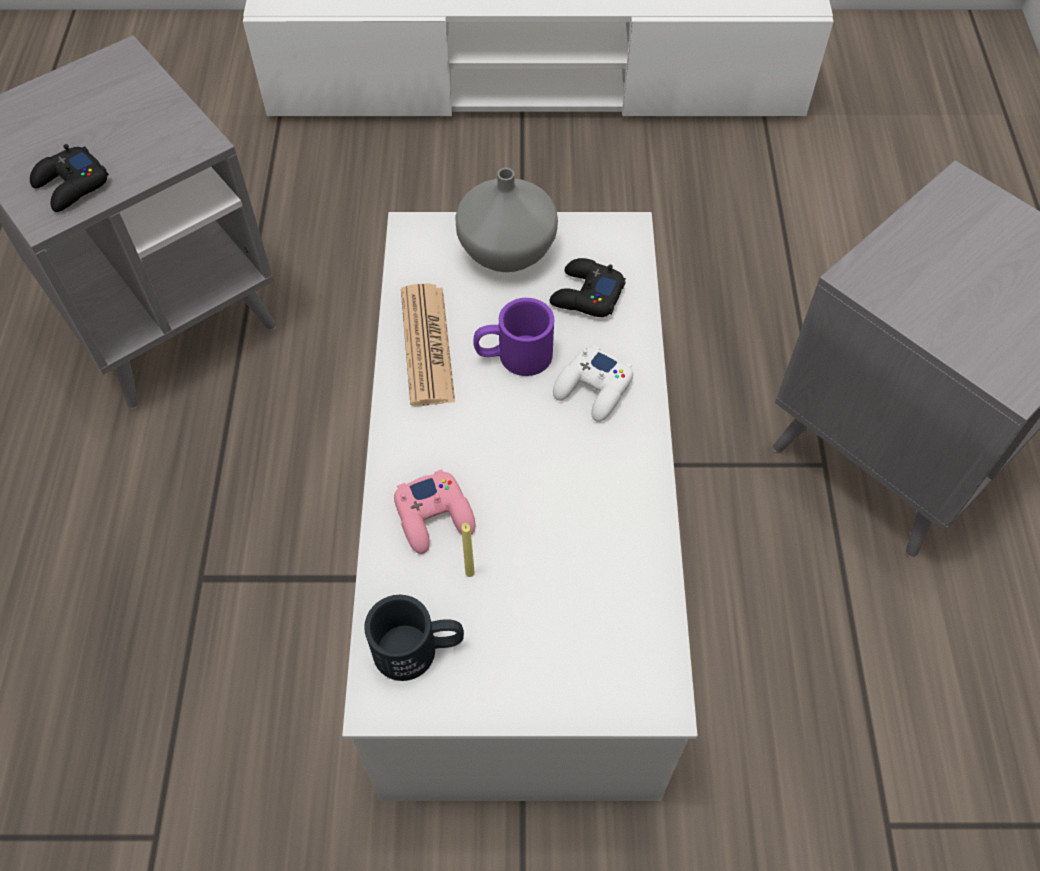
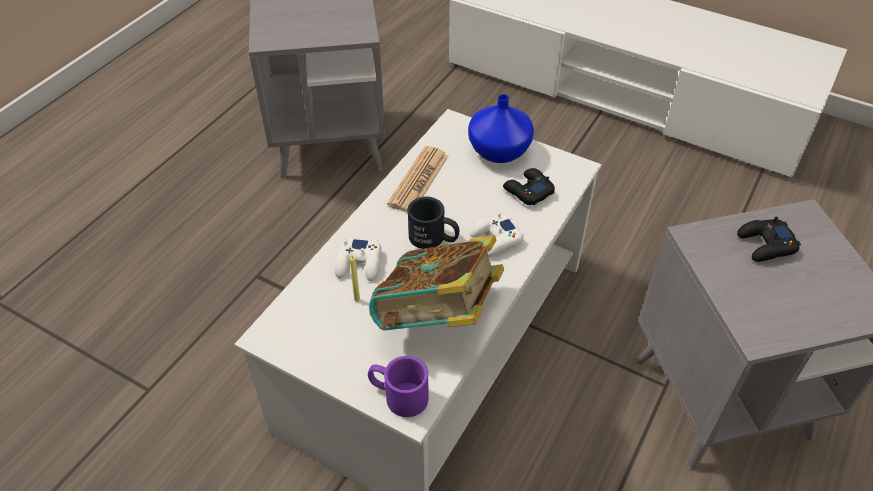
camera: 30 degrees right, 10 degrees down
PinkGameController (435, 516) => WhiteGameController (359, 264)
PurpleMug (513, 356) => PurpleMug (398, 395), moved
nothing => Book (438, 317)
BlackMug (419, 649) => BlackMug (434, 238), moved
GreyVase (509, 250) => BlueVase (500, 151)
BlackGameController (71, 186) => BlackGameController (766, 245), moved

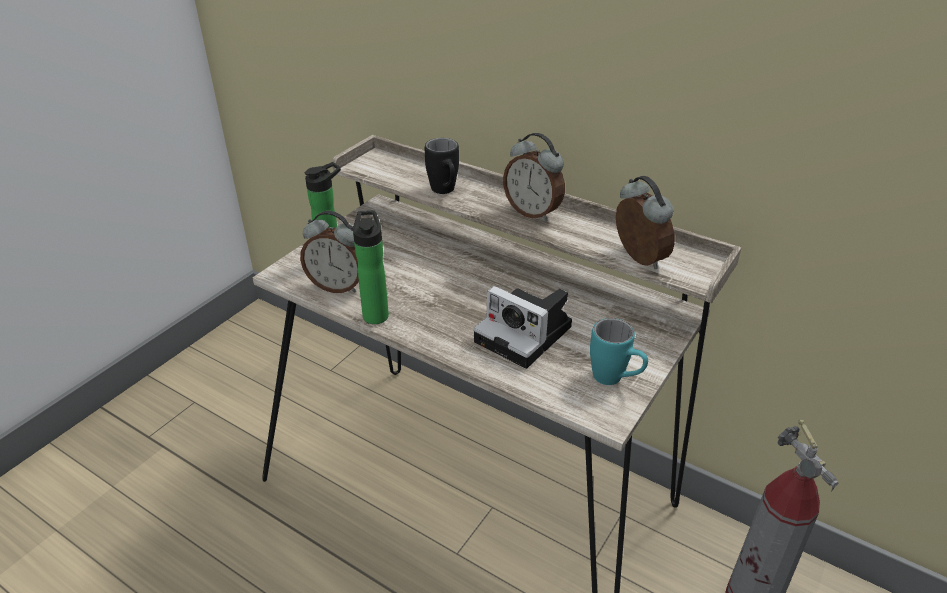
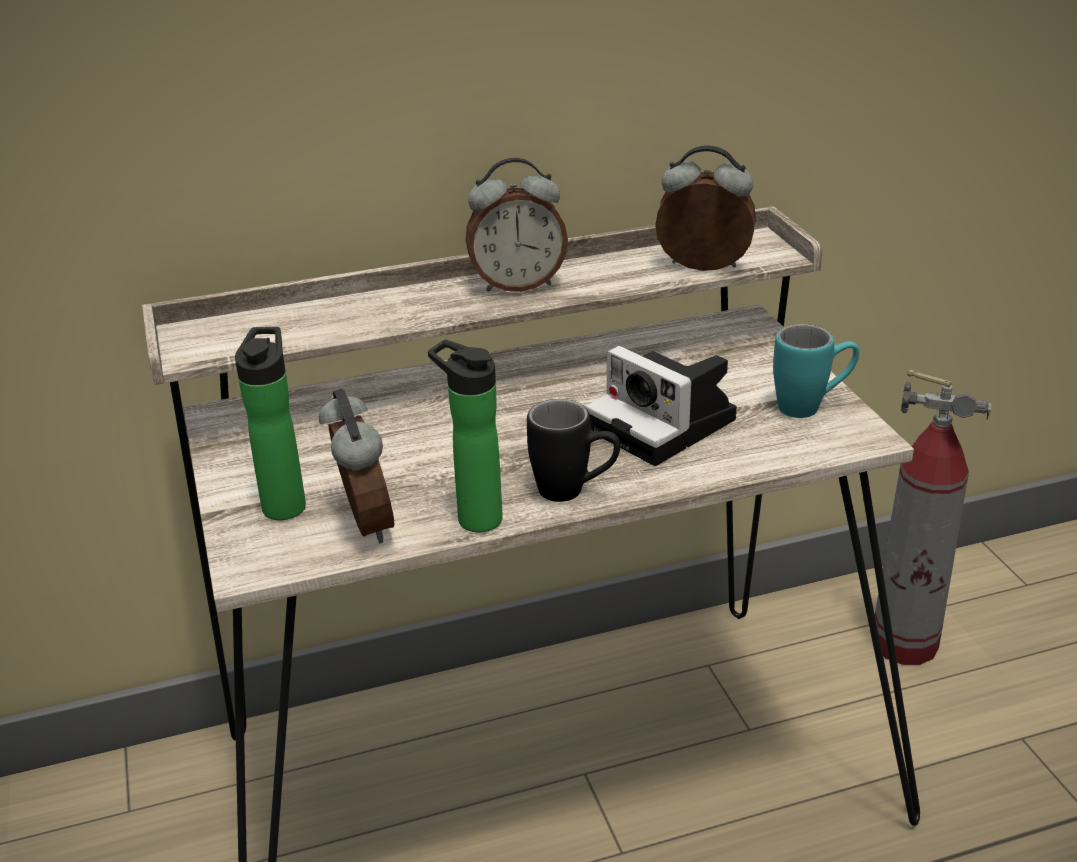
camera: 50 degrees left, 5 degrees down
AlarmClock (338, 286) => AlarmClock (363, 525), 75 degrees counterclockwise
BlackMug (445, 192) => BlackMug (574, 492), moved
PhotoCamera (527, 335) => PhotoCamera (666, 425), 60 degrees clockwise

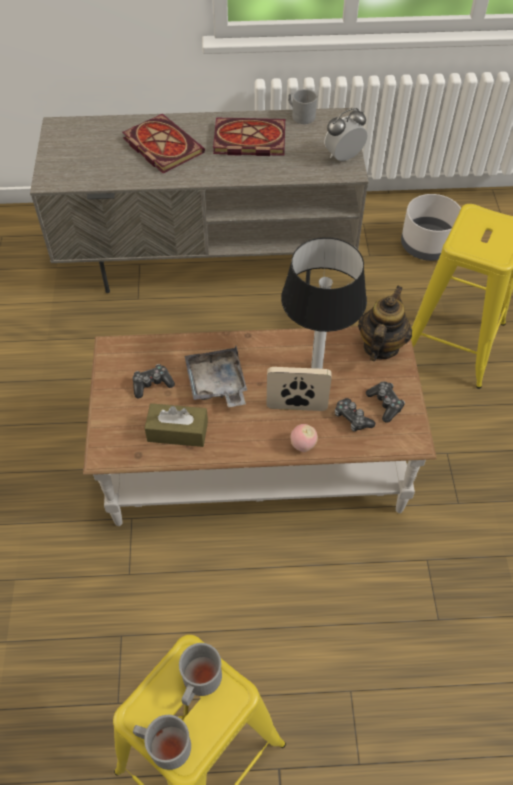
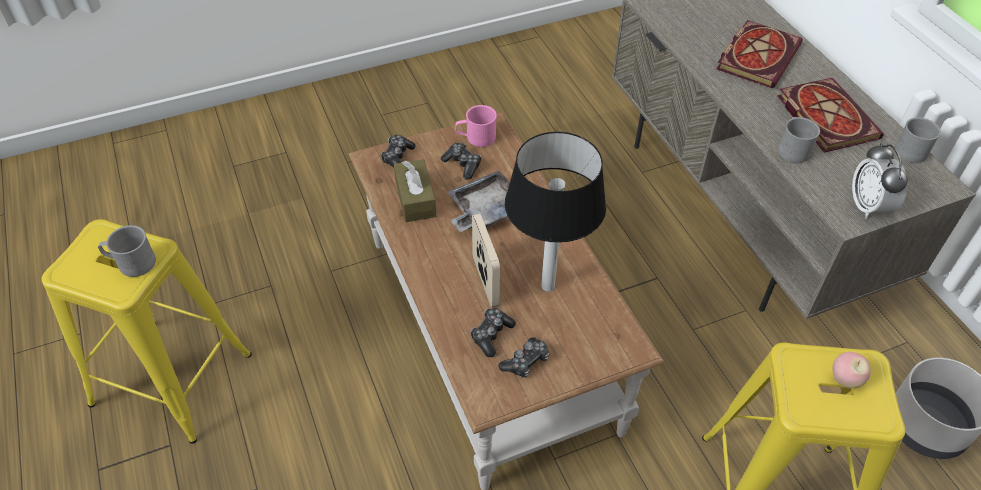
camera: 70 degrees right, 5 degrees down
nothing => GameController (397, 157)
nothing => PinkMug (476, 138)
GreyMug (163, 744) => GreyMug (792, 148), moved
Apple (303, 445) => Apple (844, 380), moved
AlarmClock (343, 157) => AlarmClock (868, 206), 135 degrees counterclockwise
Teapot (380, 346) => nothing

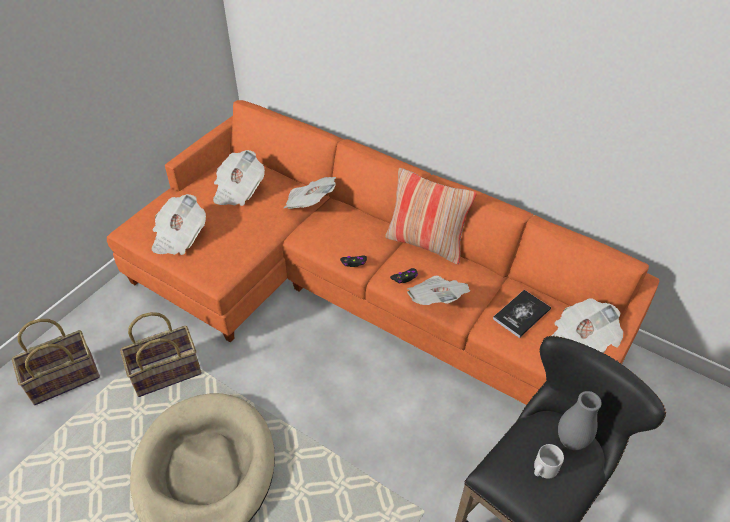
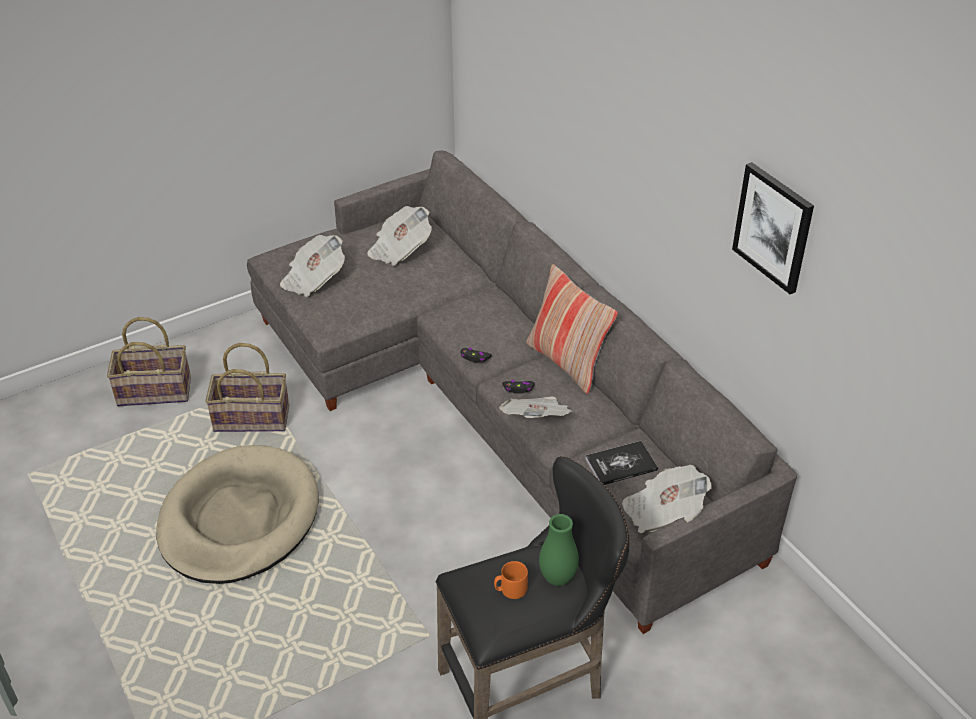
camera: 25 degrees right, 5 degrees down
OrangeSofa (356, 287) => GreySofa (496, 400)
GreyMug (543, 469) => OrangeMug (510, 590)
GreyVase (571, 441) => GreenVase (557, 578)
nothing => Picture (773, 227)
Newspaper (310, 203) => nothing

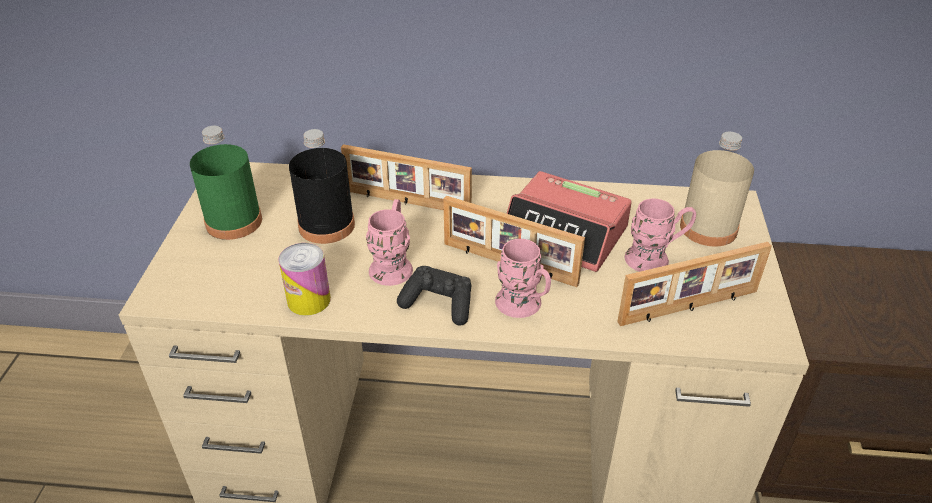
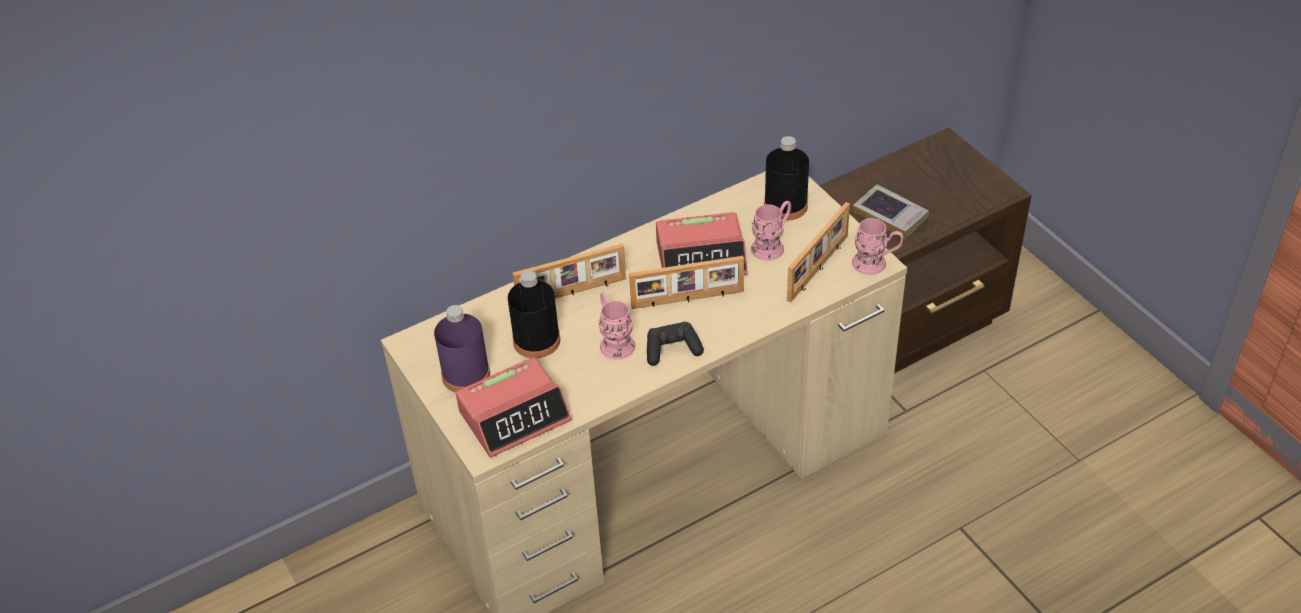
camera: 35 degrees left, 5 degrees up
GreenBottle (234, 222) => PurpleBottle (466, 375)
nothing => AlarmClock (515, 416)
BeigeBottle (708, 228) => BlackBottle (785, 206)
PinkMug (524, 306) => PinkMug (875, 264), moved
nothing => Book (890, 215)
Can (309, 300) => nothing

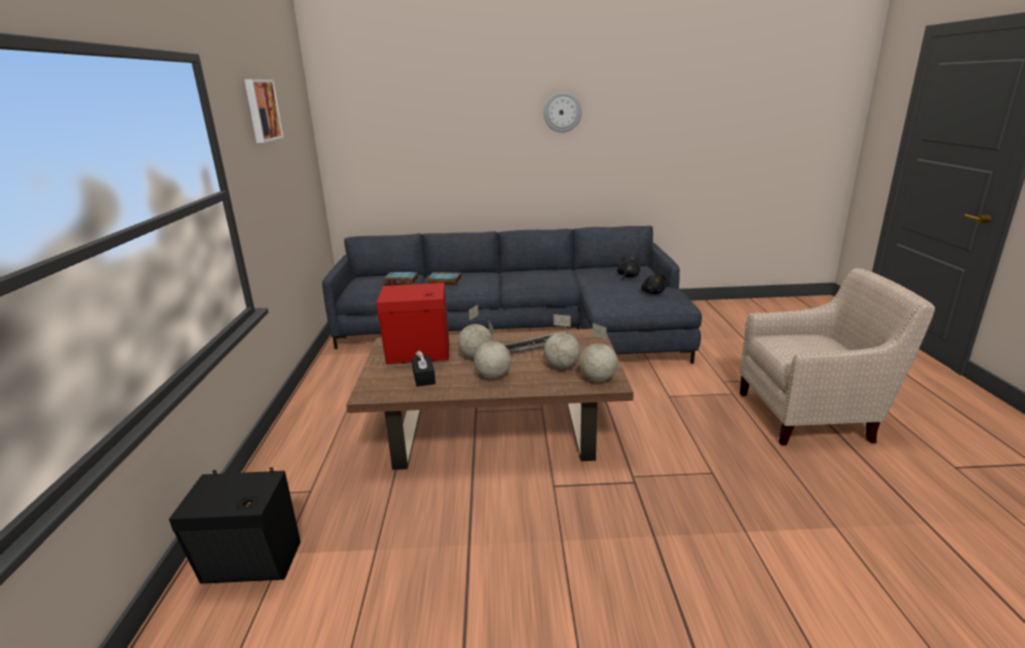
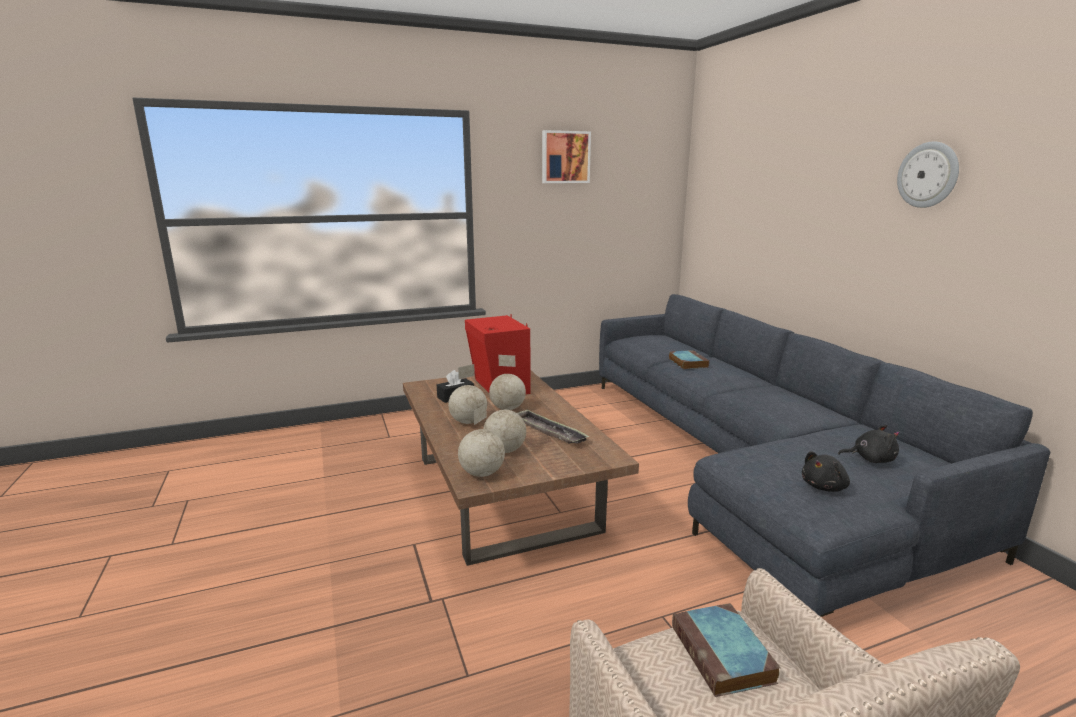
camera: 70 degrees right, 5 degrees down
Book (402, 281) => Book (724, 655), moved
BlackSpeaker (252, 565) => nothing

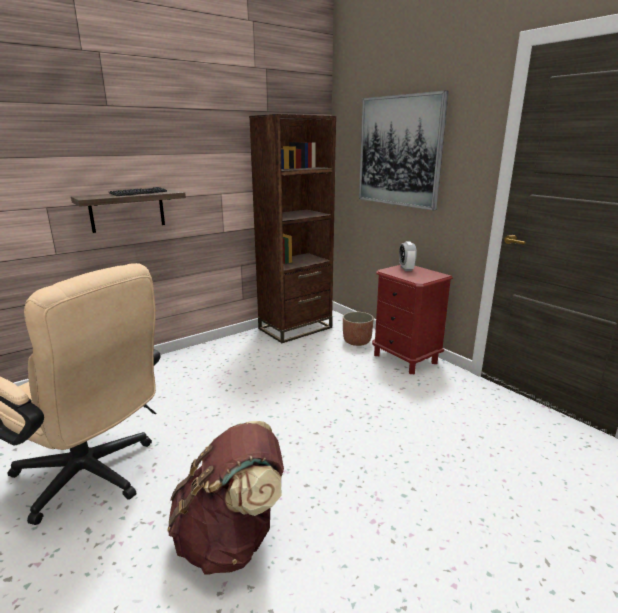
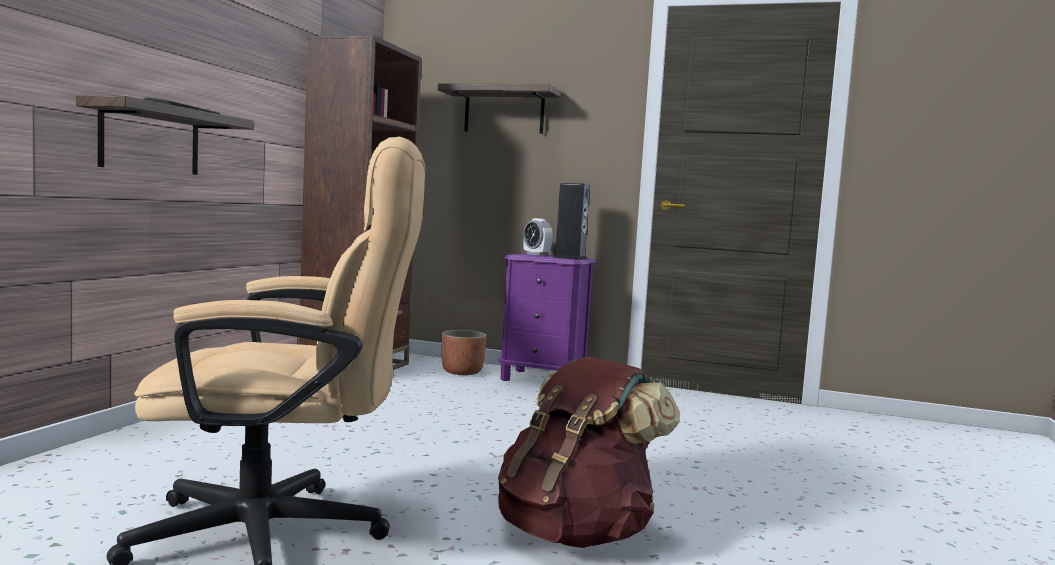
camera: 35 degrees left, 15 degrees down
Picture (399, 151) => Shelf (504, 111)
RedNightstand (405, 359) => PurpleNightstand (543, 379)
nothing => Speaker (570, 258)

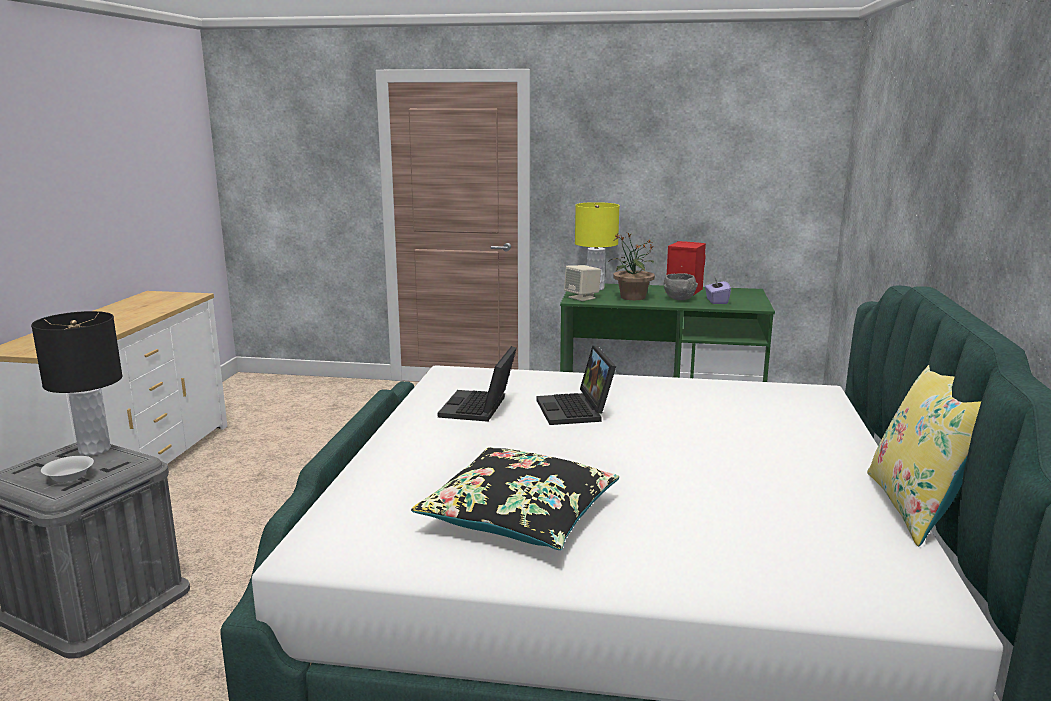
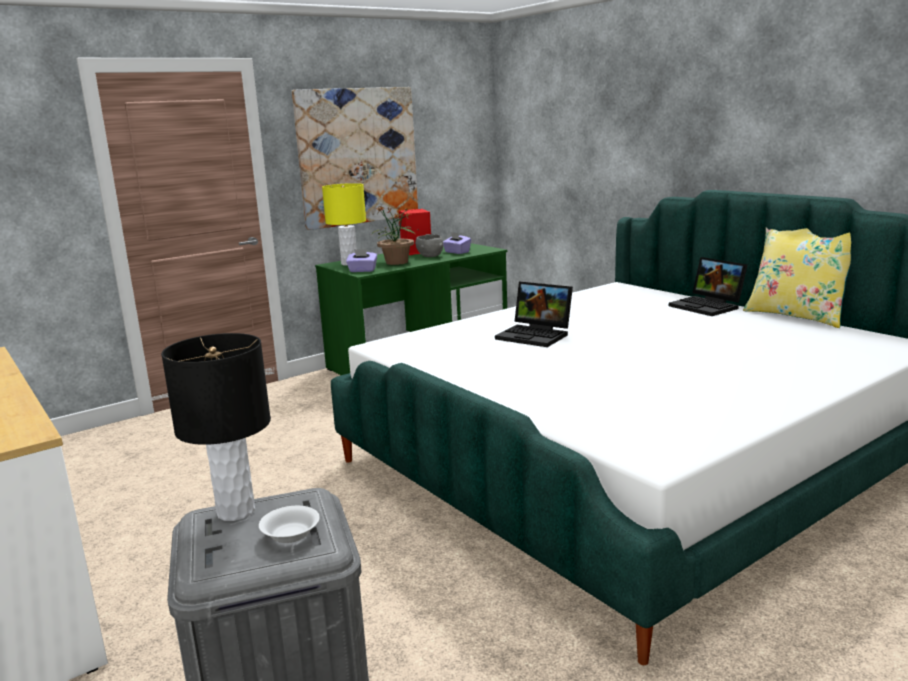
camera: 45 degrees left, 0 degrees up
nothing => Picture (358, 156)
BeigeSpeaker (582, 298) => PurpleTissueBox (362, 270)
Laptop (479, 408) => Laptop (708, 306), moved
BlackPillow (520, 515) => nothing

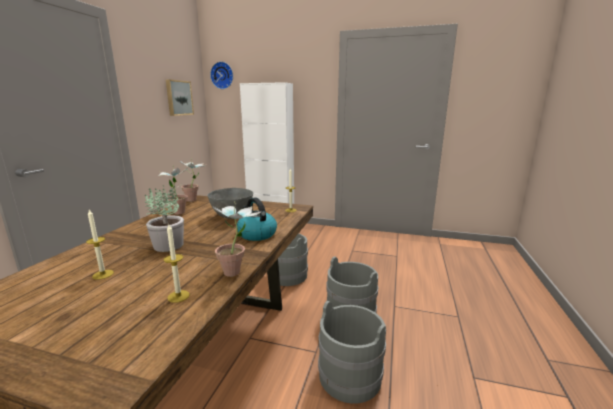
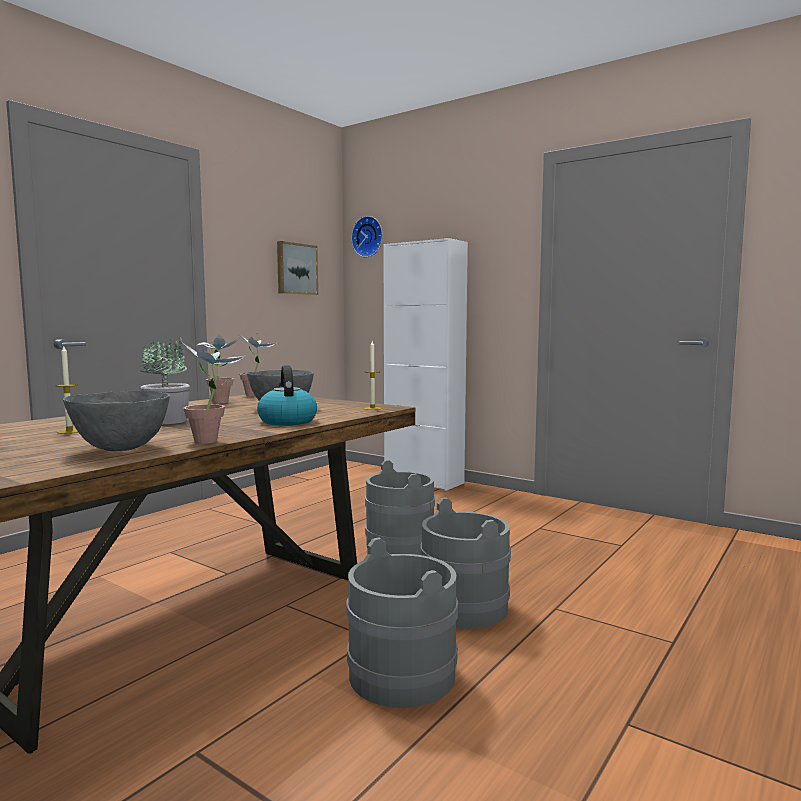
camera: 20 degrees right, 10 degrees down
Candle (178, 296) => GreyBowl (121, 448)

